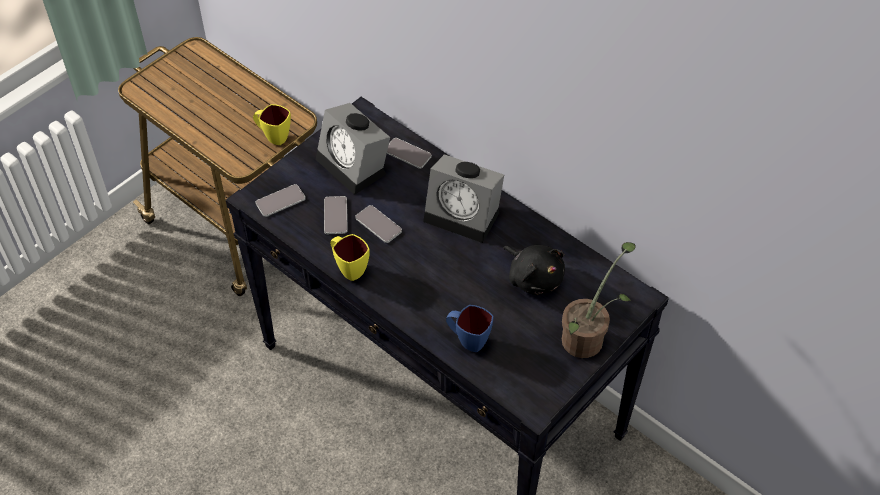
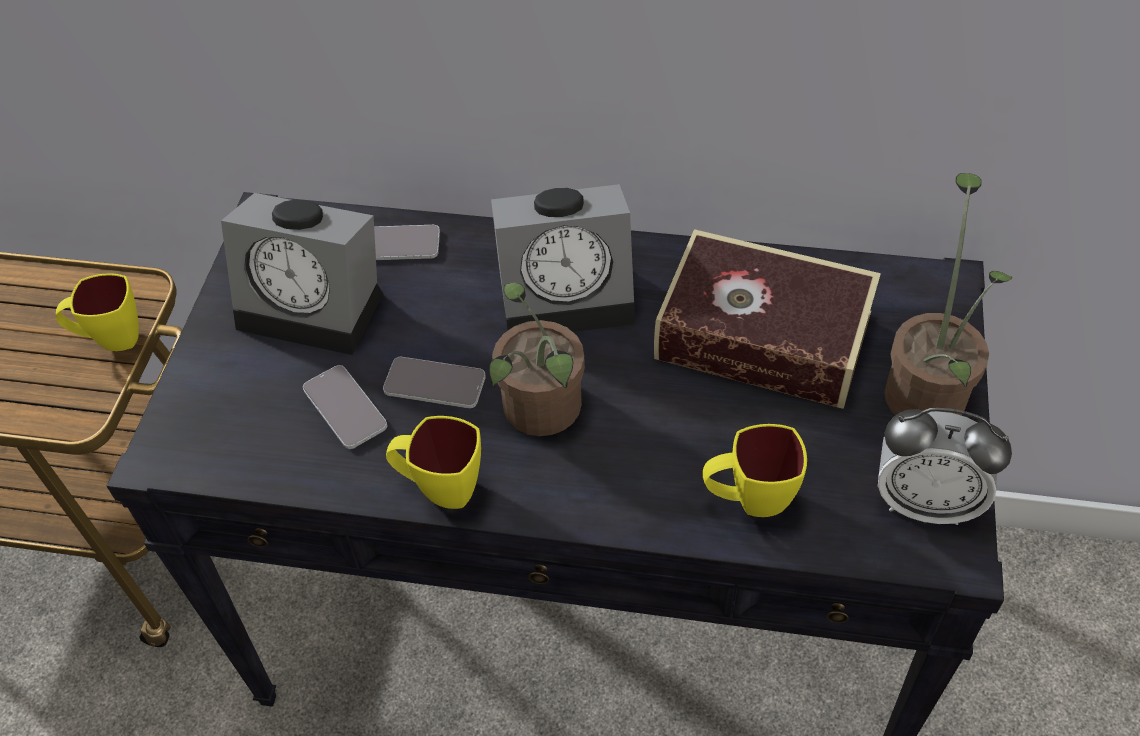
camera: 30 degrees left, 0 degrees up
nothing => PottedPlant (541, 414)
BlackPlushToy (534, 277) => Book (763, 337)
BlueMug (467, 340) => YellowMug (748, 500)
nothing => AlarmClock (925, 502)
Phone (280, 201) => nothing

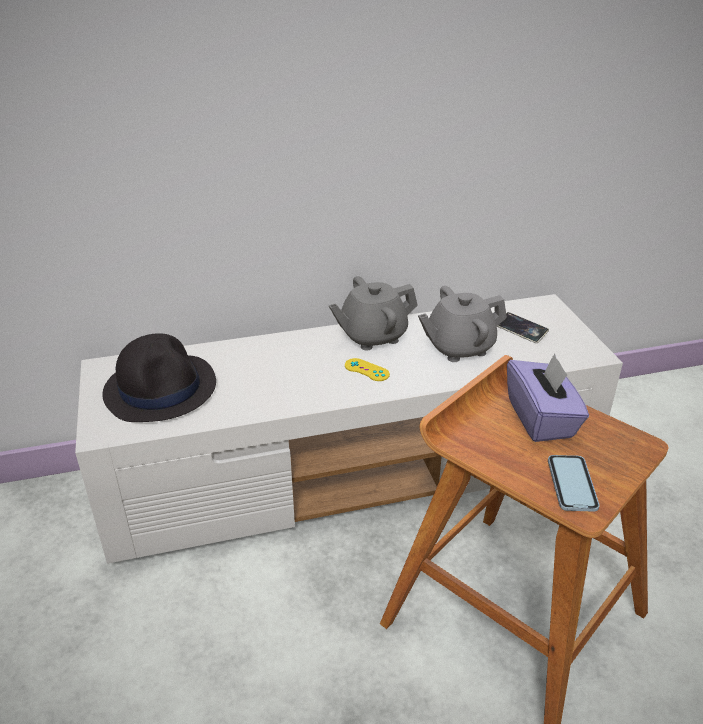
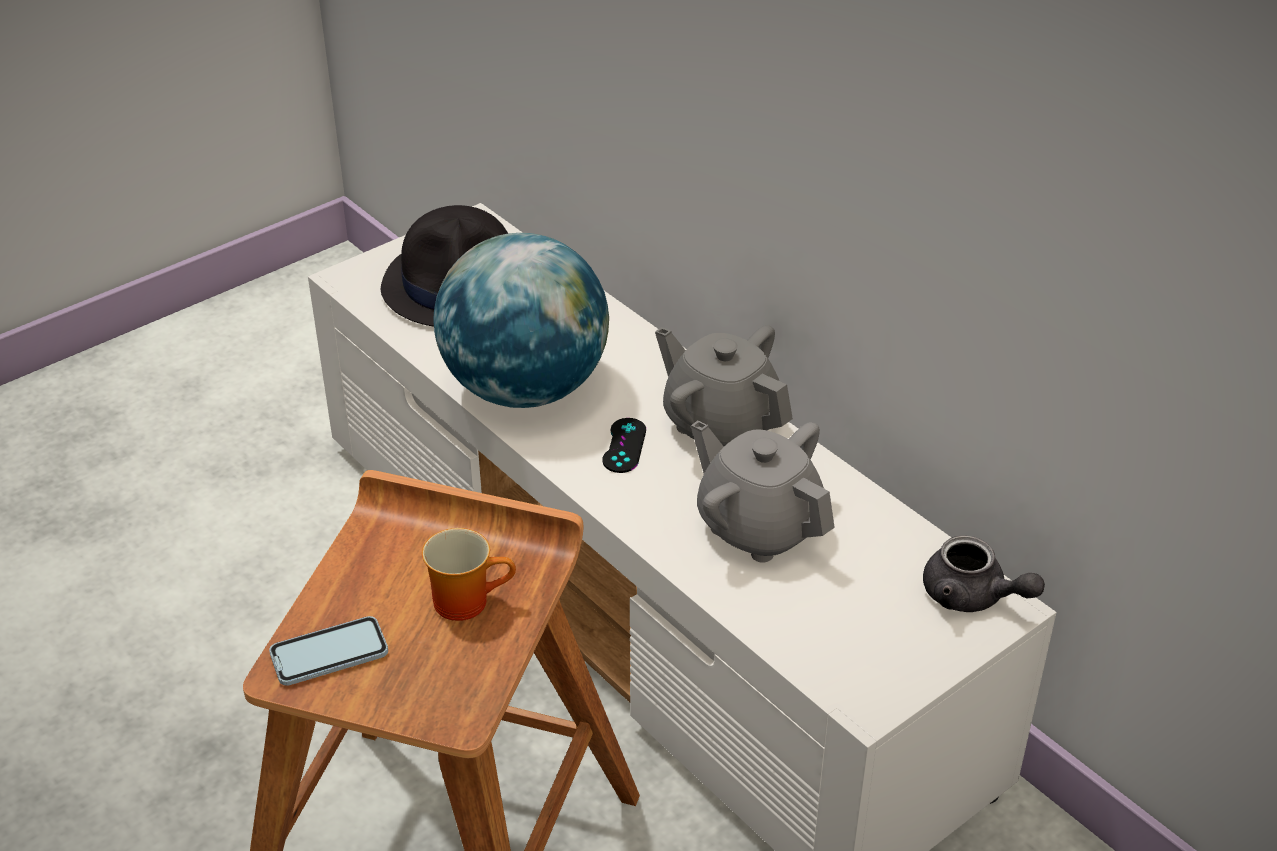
camera: 65 degrees right, 5 degrees up
PurpleTissueBox (541, 419) => Mug (467, 599)
nothing => Globe (525, 388)
YellowGameController (366, 370) => BlackGameController (624, 446)
nothing => GreyTeapot (972, 597)
Phone (521, 330) => nothing

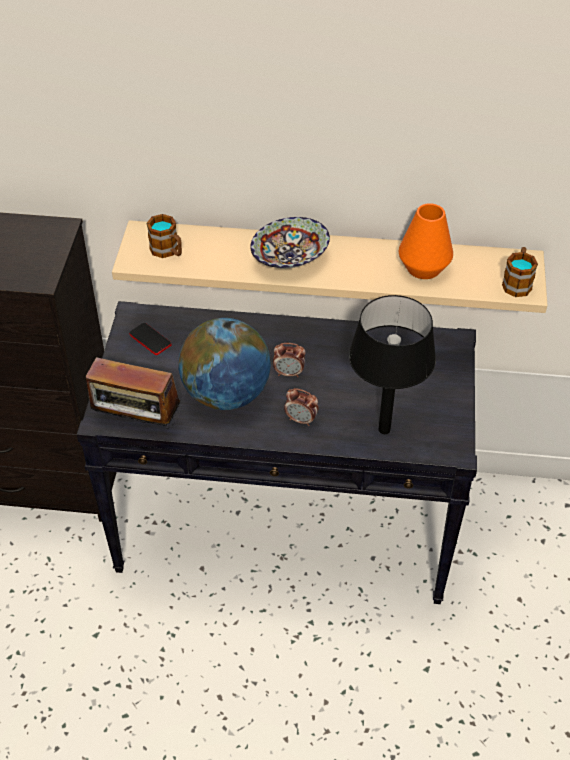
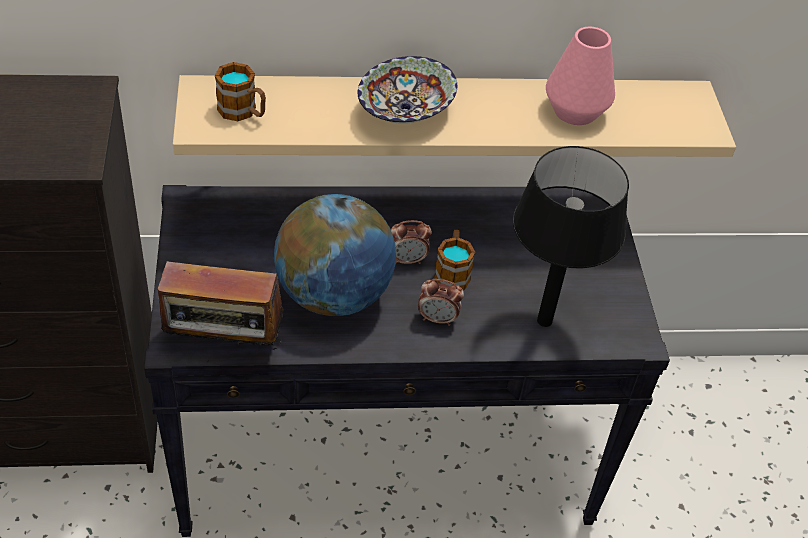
camera: 15 degrees left, 0 degrees up
Mug (517, 282) => Mug (452, 272), moved
OrangeVase (423, 268) => PinkVase (575, 111)
Phone (150, 339) => nothing

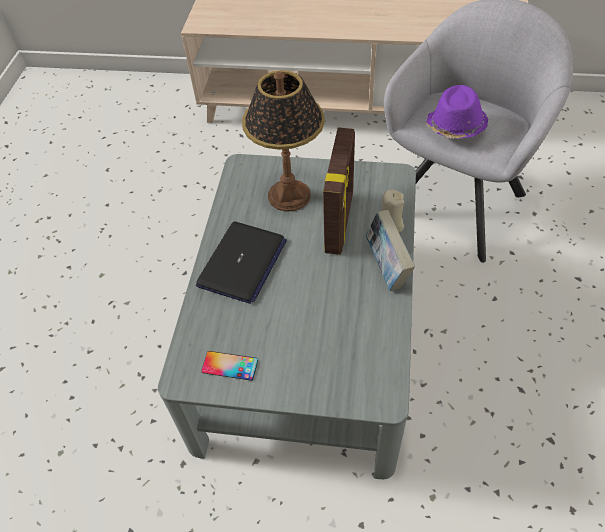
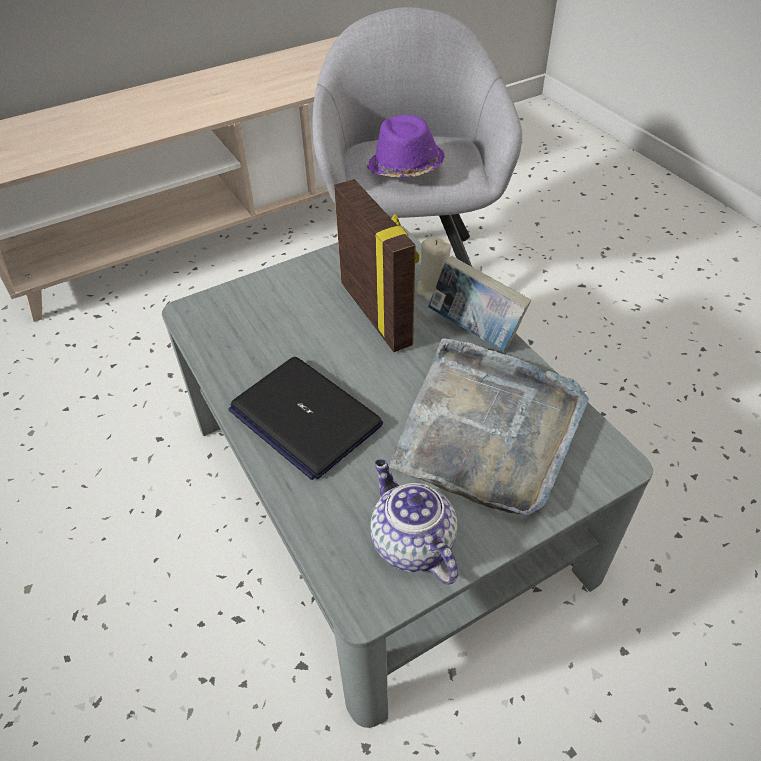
camera: 40 degrees left, 5 degrees down
Laptop (242, 263) => Laptop (304, 417), 150 degrees clockwise
Phone (230, 365) => Teapot (411, 542)
nothing => GreyTray (487, 429)
TableLamp (289, 195) => nothing

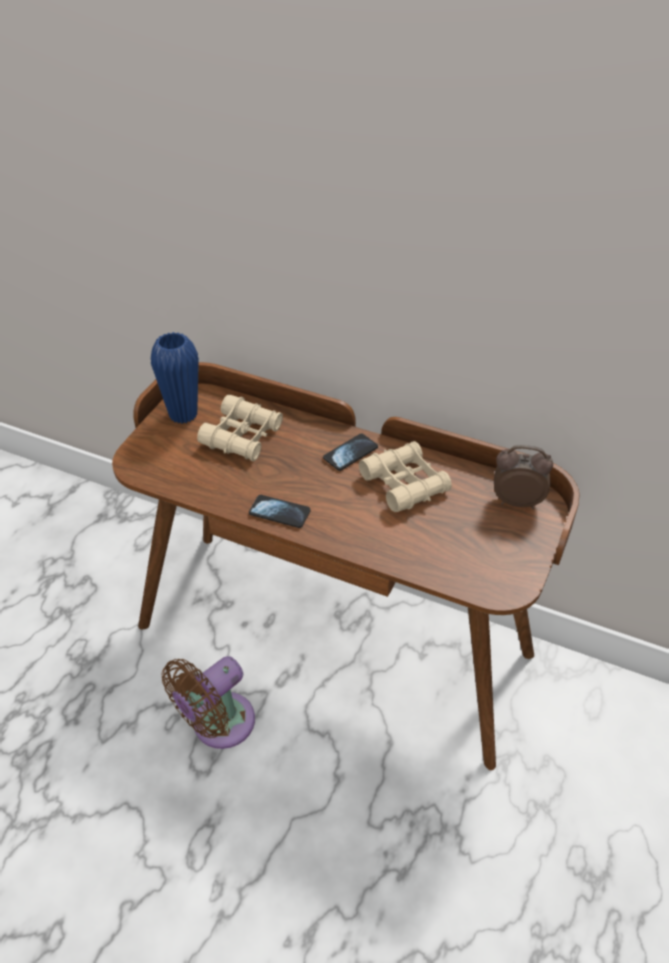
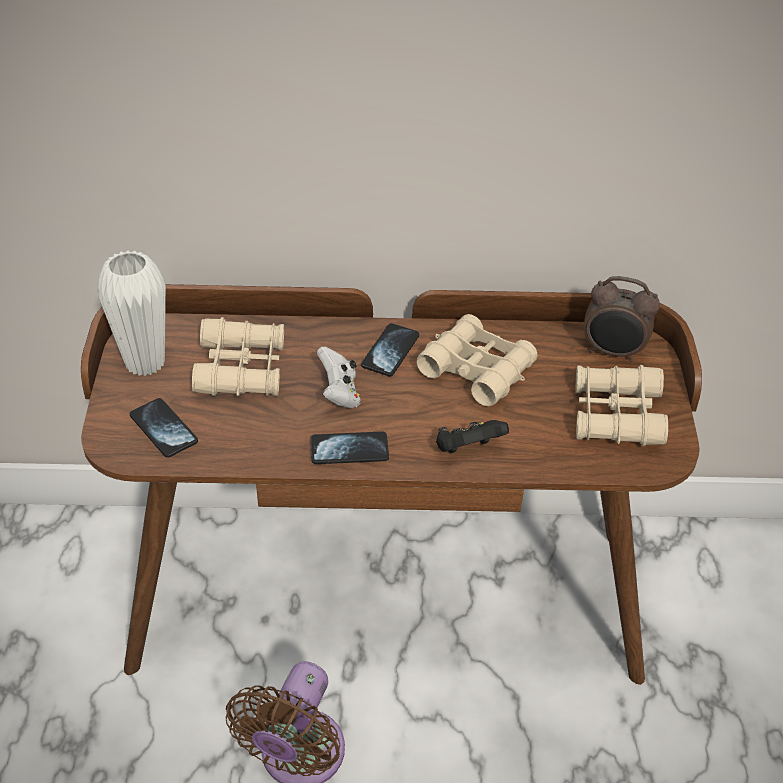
camera: 25 degrees left, 0 degrees up
BlueVase (183, 414) => WhiteVase (145, 363)
nothing => Phone (163, 429)
nothing => WhiteGameController (339, 393)
nothing => BlackGameController (467, 449)
nothing => BeigeBinoculars (616, 415)
AlarmClock (517, 501) => AlarmClock (612, 352), 150 degrees counterclockwise

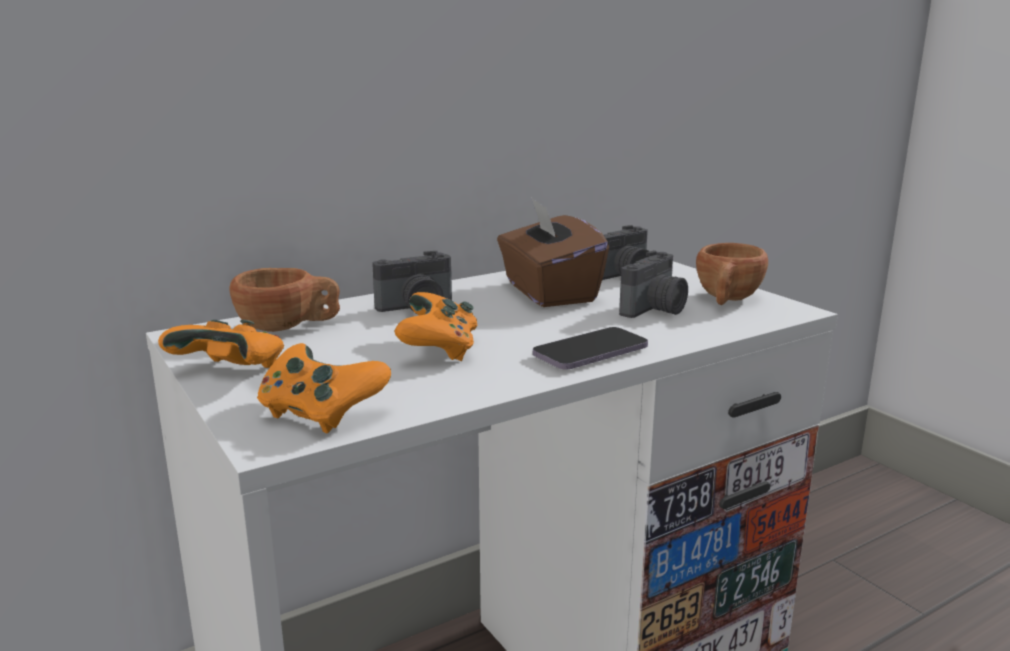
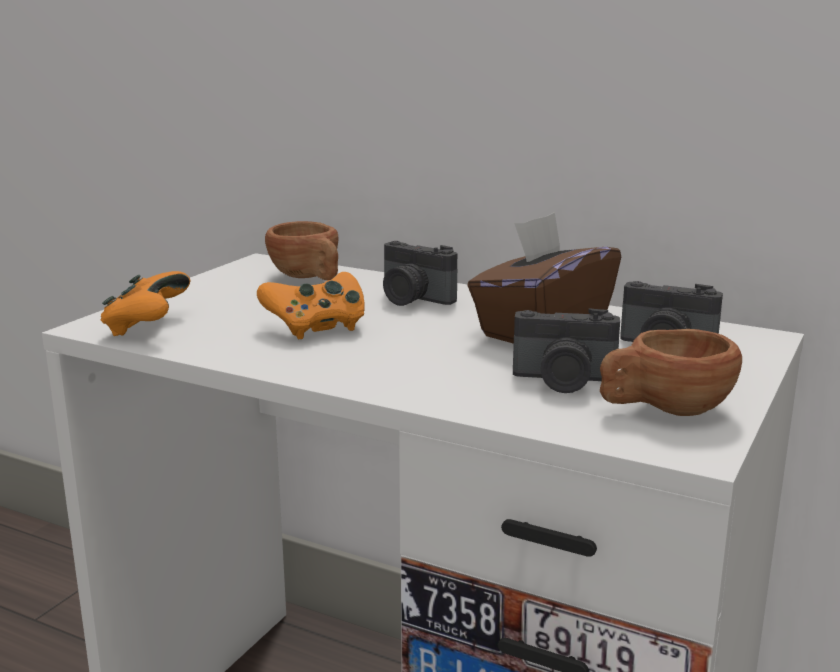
camera: 60 degrees right, 0 degrees up
OrangeGameController (232, 372) => nothing
Phone (590, 352) => nothing

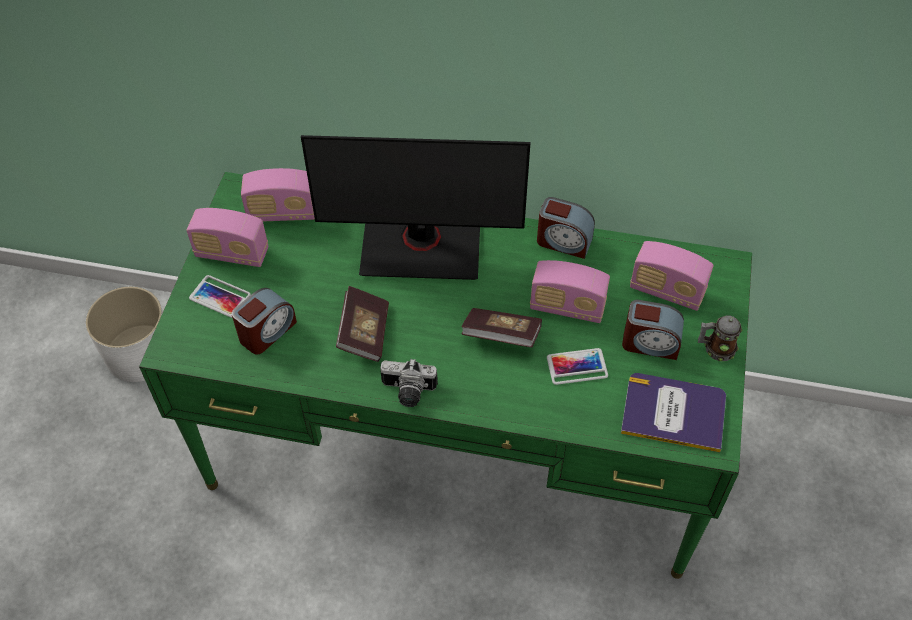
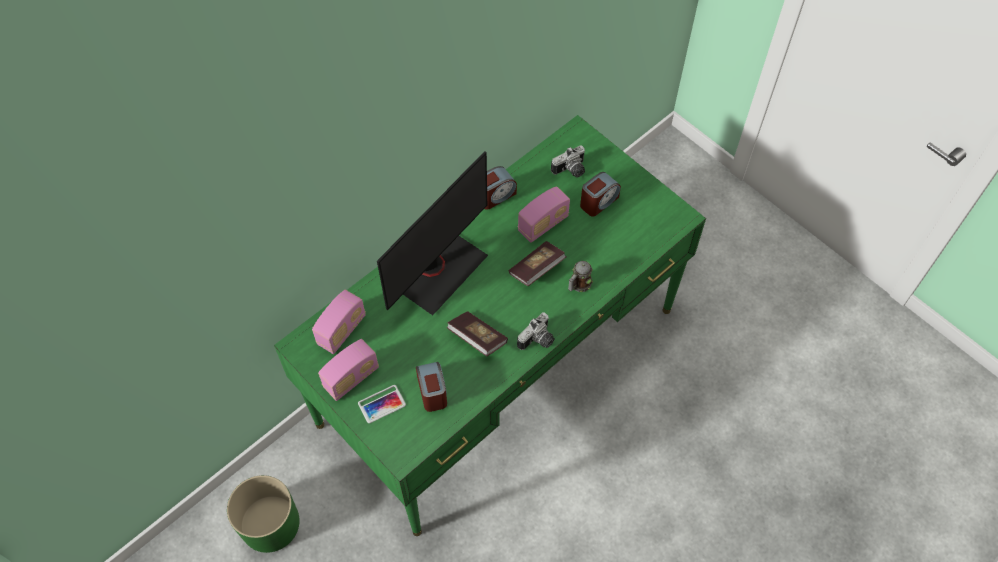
camera: 55 degrees left, 5 degrees up
WhitePlanter (140, 353) => GreenPlanter (270, 523)
Radio (667, 291) => PhotoCamera (571, 170)
Mug (716, 348) => Mug (578, 285), moved
Phone (577, 367) => nothing
Book (673, 412) => nothing

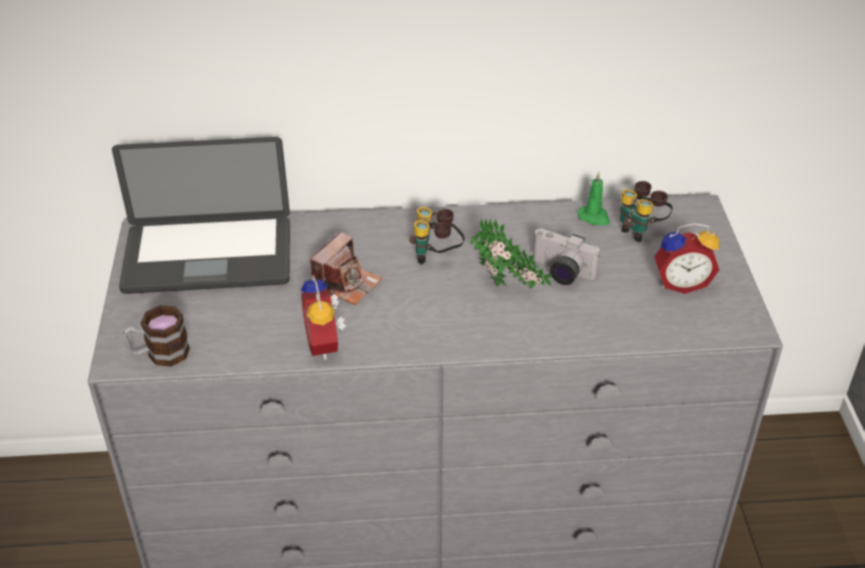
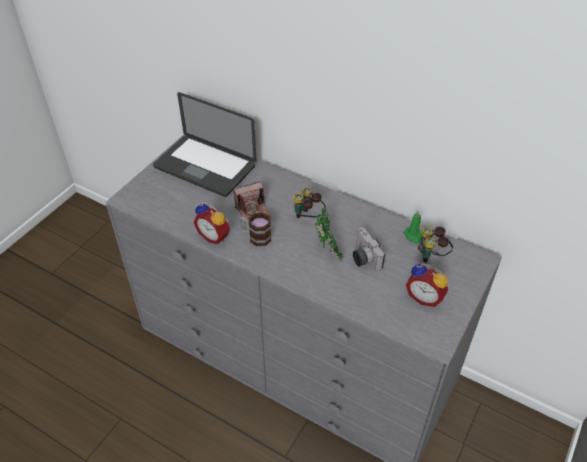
camera: 35 degrees right, 5 degrees up
AlarmClock (326, 344) => AlarmClock (215, 236), 75 degrees counterclockwise
Mug (159, 354) => Mug (255, 237), moved

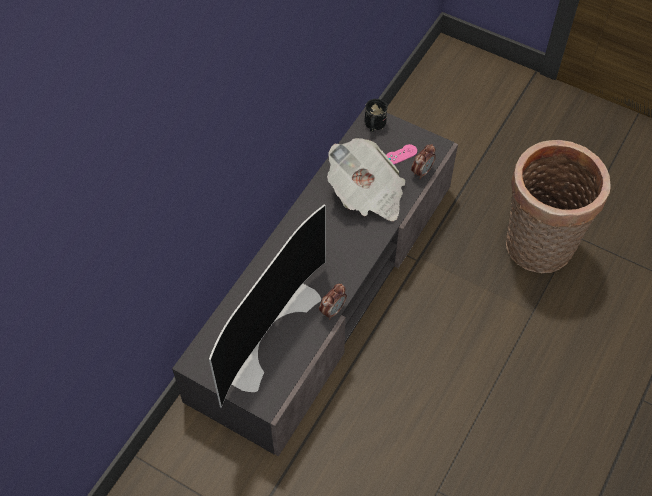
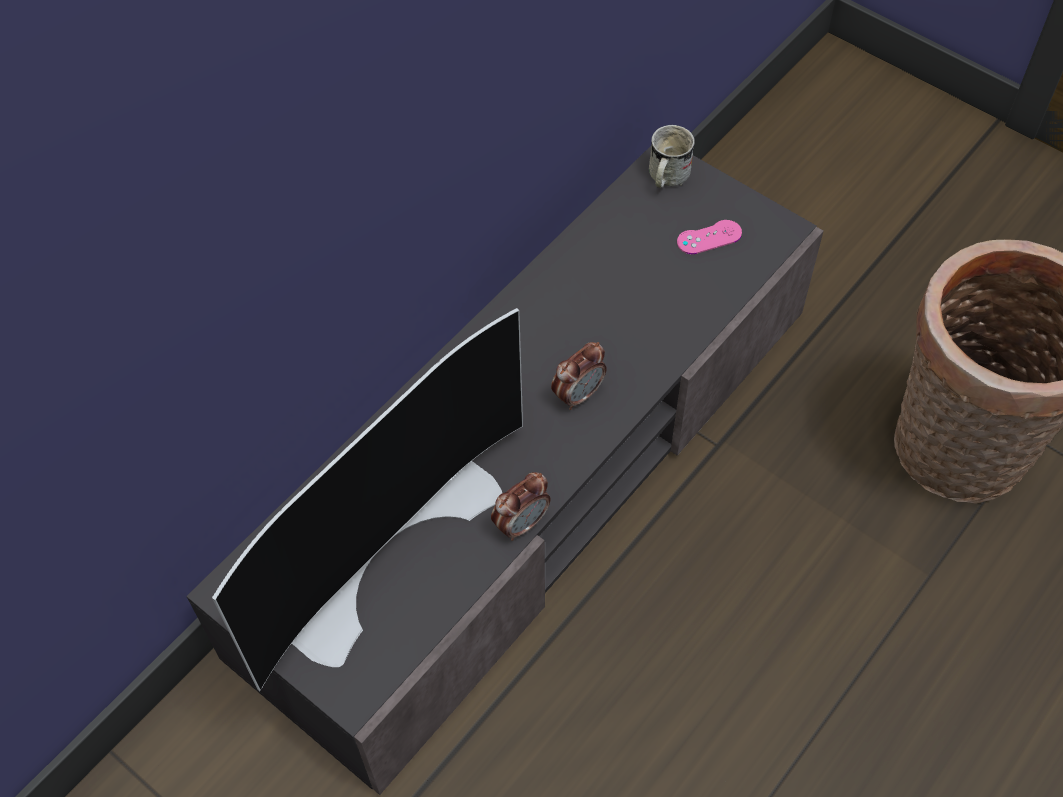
camera: 10 degrees right, 0 degrees up
AlarmClock (422, 172) => AlarmClock (578, 394), moved
BlackMug (374, 125) => WhiteMug (666, 177)
Newspaper (367, 194) => nothing

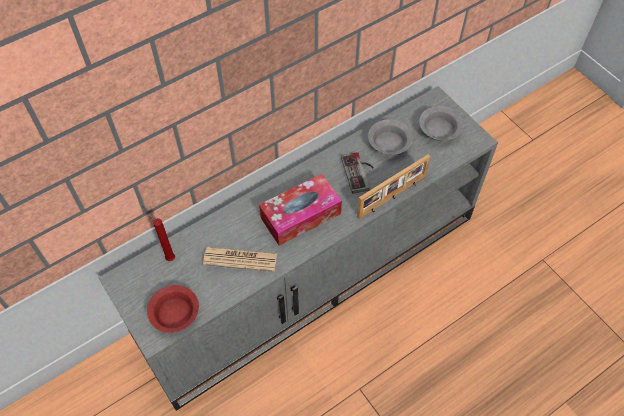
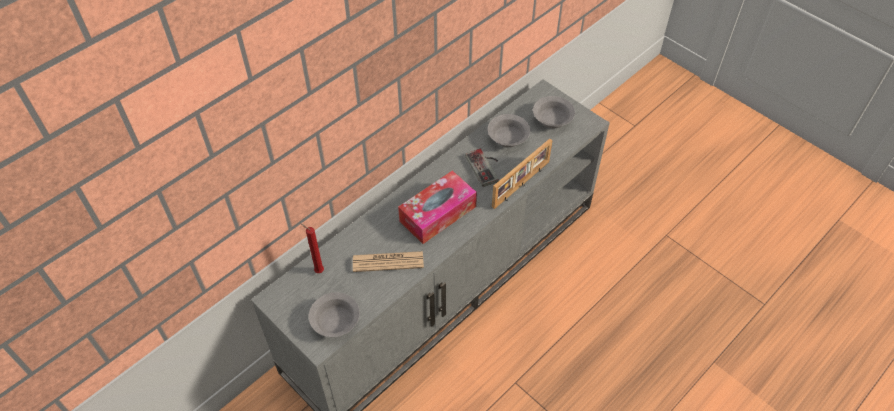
camera: 10 degrees left, 5 degrees down
RedBowl (176, 313) => GreyBowl (336, 320)

